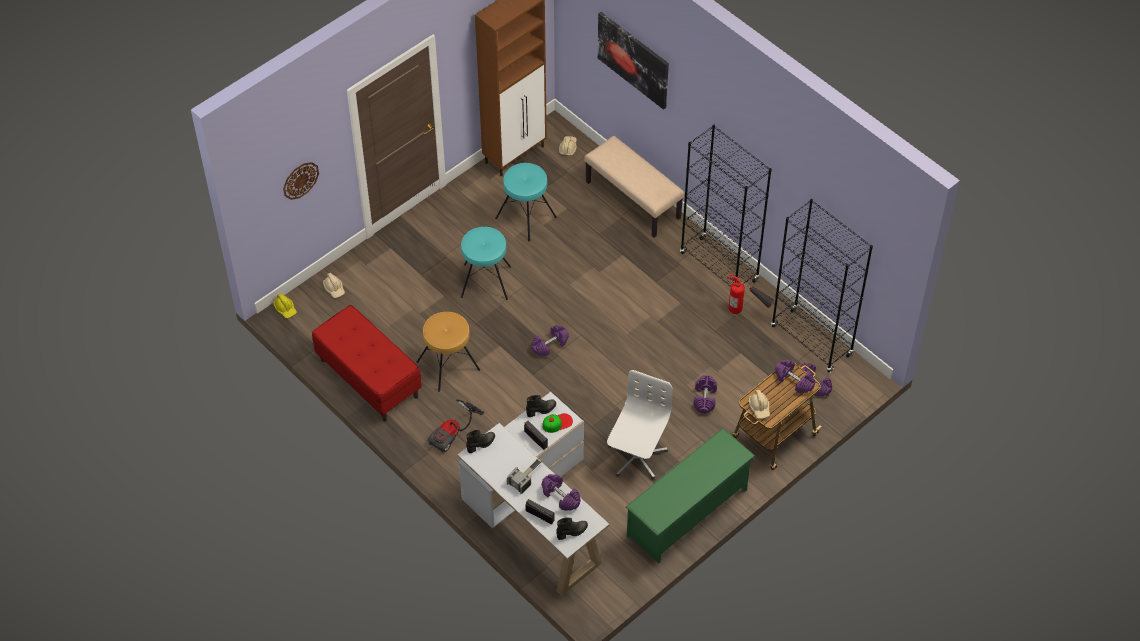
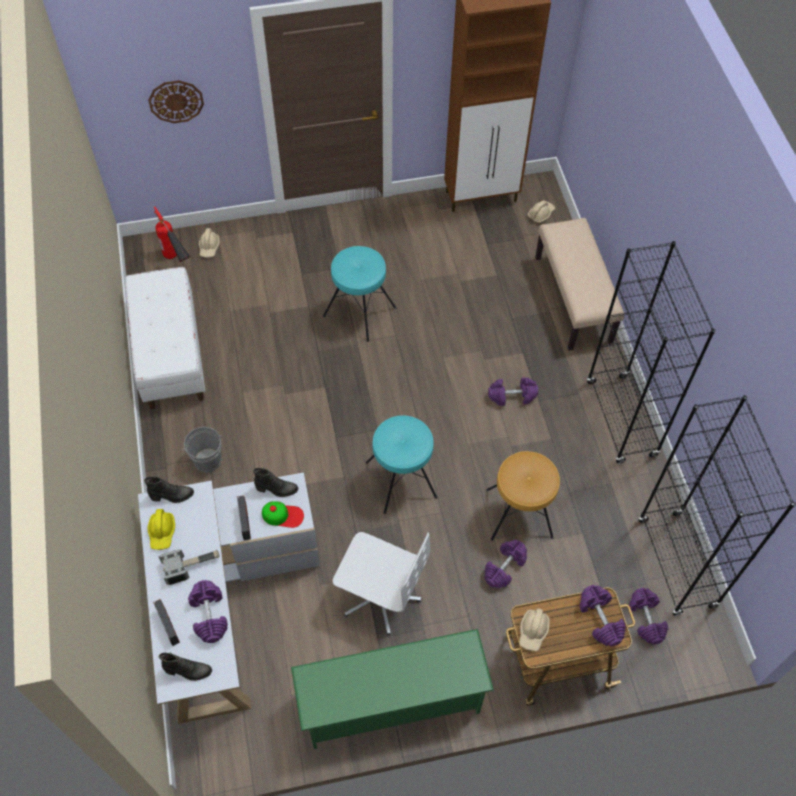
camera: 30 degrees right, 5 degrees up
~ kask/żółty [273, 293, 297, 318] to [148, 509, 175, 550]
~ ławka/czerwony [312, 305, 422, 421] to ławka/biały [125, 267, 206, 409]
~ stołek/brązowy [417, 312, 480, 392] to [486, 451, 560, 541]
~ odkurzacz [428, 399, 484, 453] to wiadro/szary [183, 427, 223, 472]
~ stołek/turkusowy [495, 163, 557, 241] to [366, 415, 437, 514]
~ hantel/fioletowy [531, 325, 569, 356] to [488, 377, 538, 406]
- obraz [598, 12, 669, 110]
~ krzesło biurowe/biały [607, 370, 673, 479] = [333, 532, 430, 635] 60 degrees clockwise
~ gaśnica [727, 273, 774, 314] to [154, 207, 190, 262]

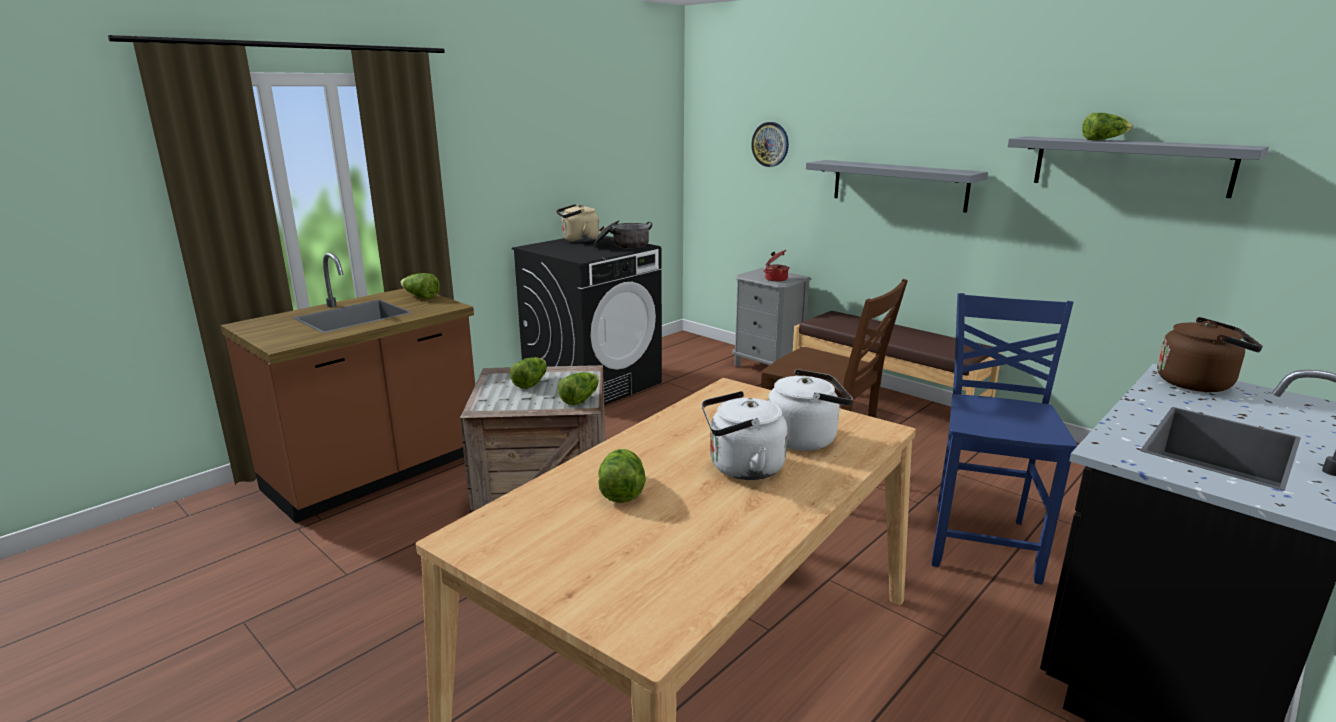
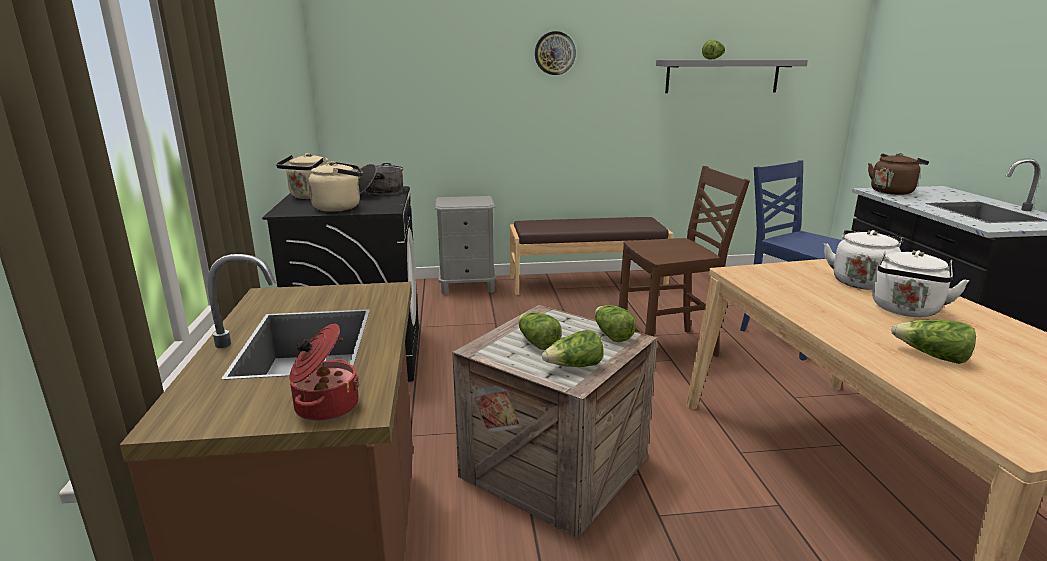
camera: 50 degrees left, 0 degrees up
~ sałata [400, 273, 440, 299] to [542, 330, 604, 367]
~ zegar ścienny [751, 122, 789, 167] to [535, 31, 576, 75]
~ garnek [763, 250, 790, 282] to [289, 323, 360, 421]
- półka/szary [806, 160, 988, 213]
+ czajnik/beżowy [308, 161, 363, 212]

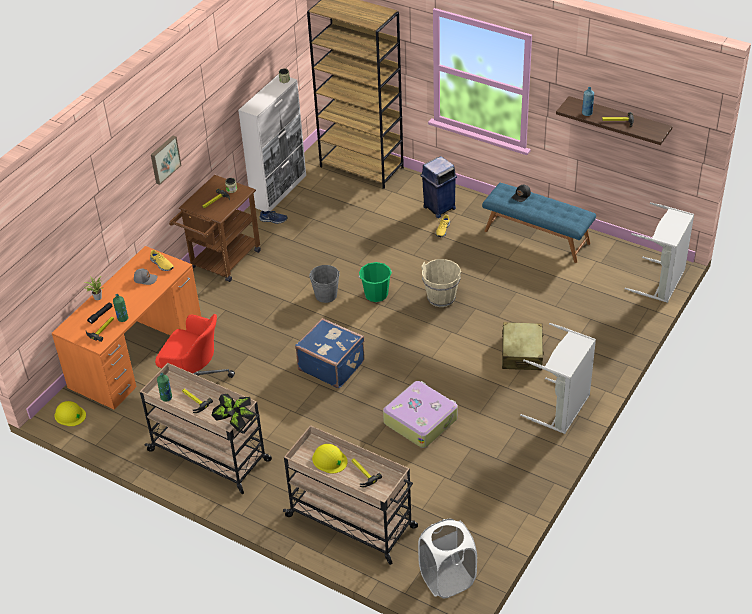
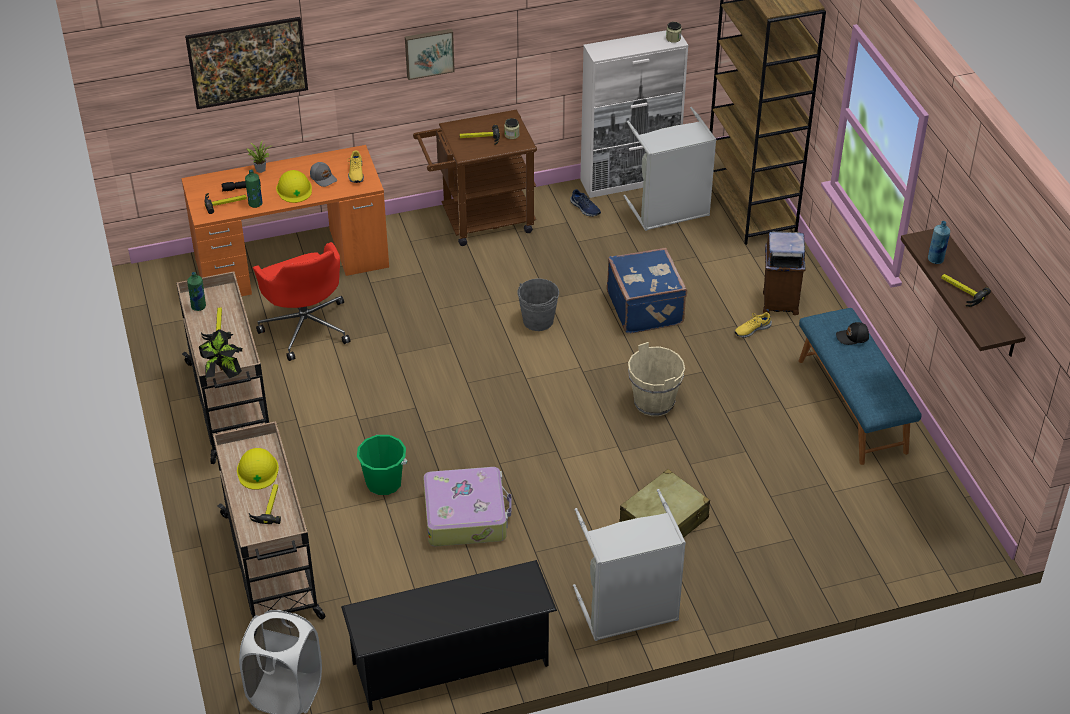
camera: 40 degrees right, 0 degrees up
~ kask/żółty [55, 401, 86, 426] to [276, 170, 312, 203]
~ walizka/niebieski [295, 318, 365, 389] to [607, 248, 687, 334]
~ wiadro/zielony [358, 262, 392, 302] to [357, 435, 407, 495]
~ kosz na śmieci/niebieski [420, 156, 457, 218] to kosz na śmieci/brązowy [763, 231, 805, 315]
~ kosz na pranie/szary [625, 202, 694, 303] to [624, 107, 717, 231]
+ obraz [185, 17, 308, 109]
+ regał na buty/czarny [341, 560, 557, 711]

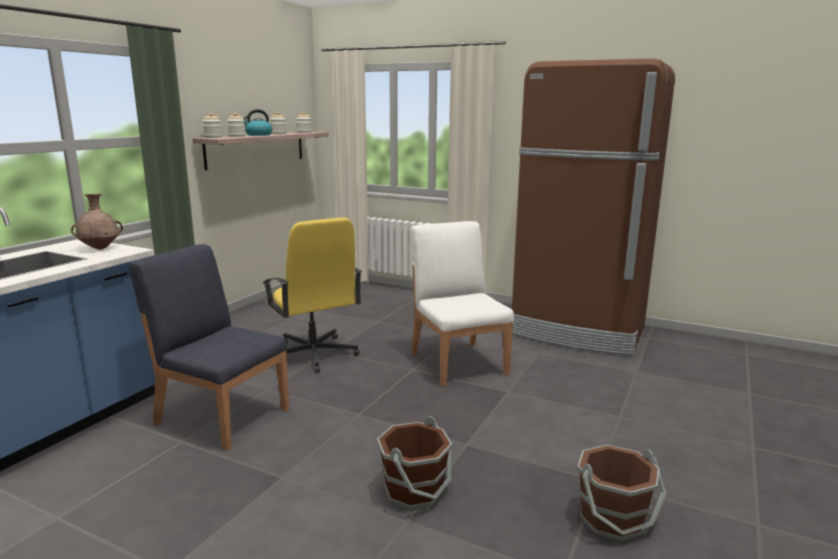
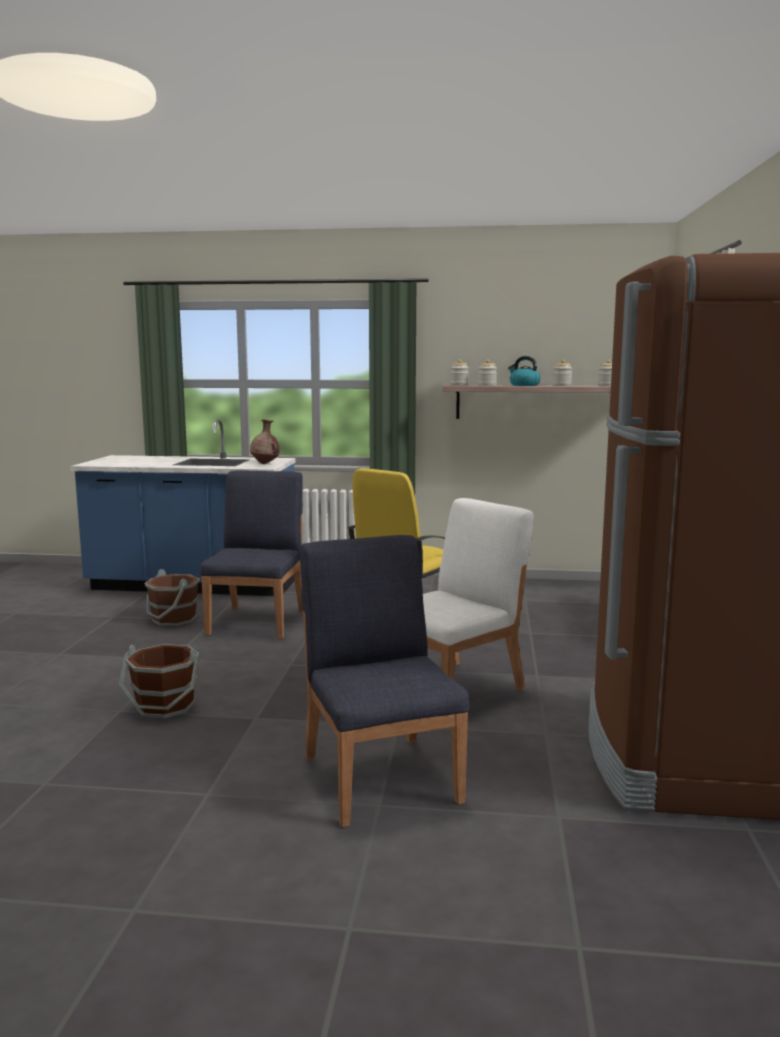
camera: 70 degrees right, 5 degrees down
~ wiadro/brązowy [577, 445, 666, 541] to [144, 569, 200, 626]
+ krzesło/niebieski [300, 535, 469, 828]

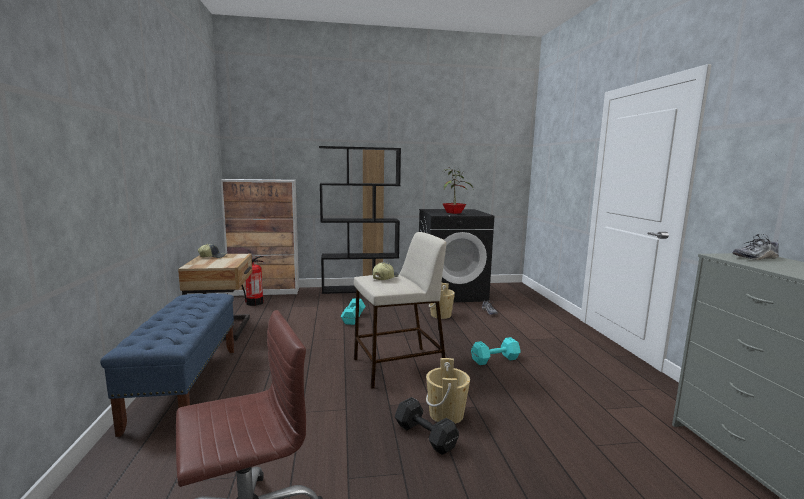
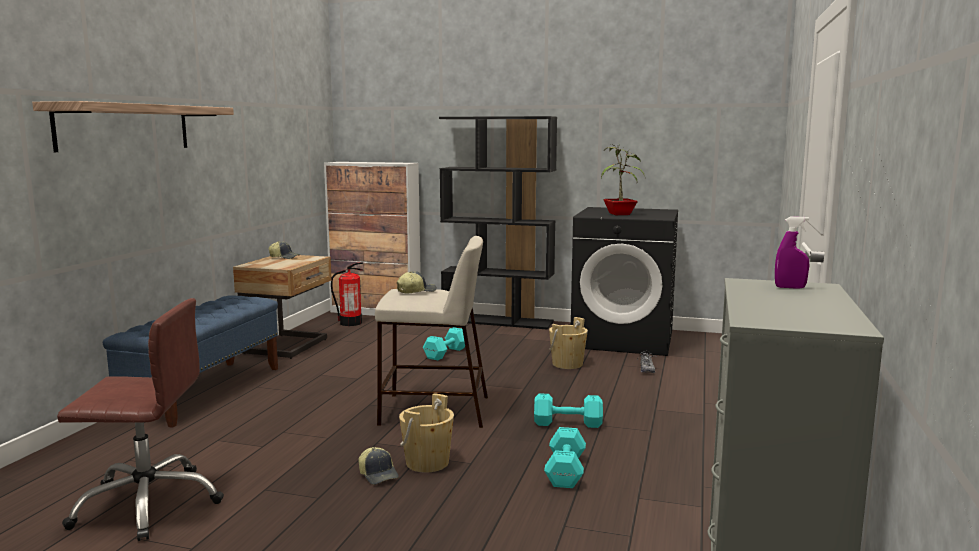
camera: 25 degrees right, 0 degrees up
~ hantel/czarny [395, 397, 459, 455] to czapka z daszkiem [358, 447, 399, 485]
~ but [733, 234, 779, 260] to spryskiwacz/fioletowy [775, 217, 809, 289]
+ półka [32, 101, 234, 152]
+ hantel/turkusowy [544, 427, 586, 488]

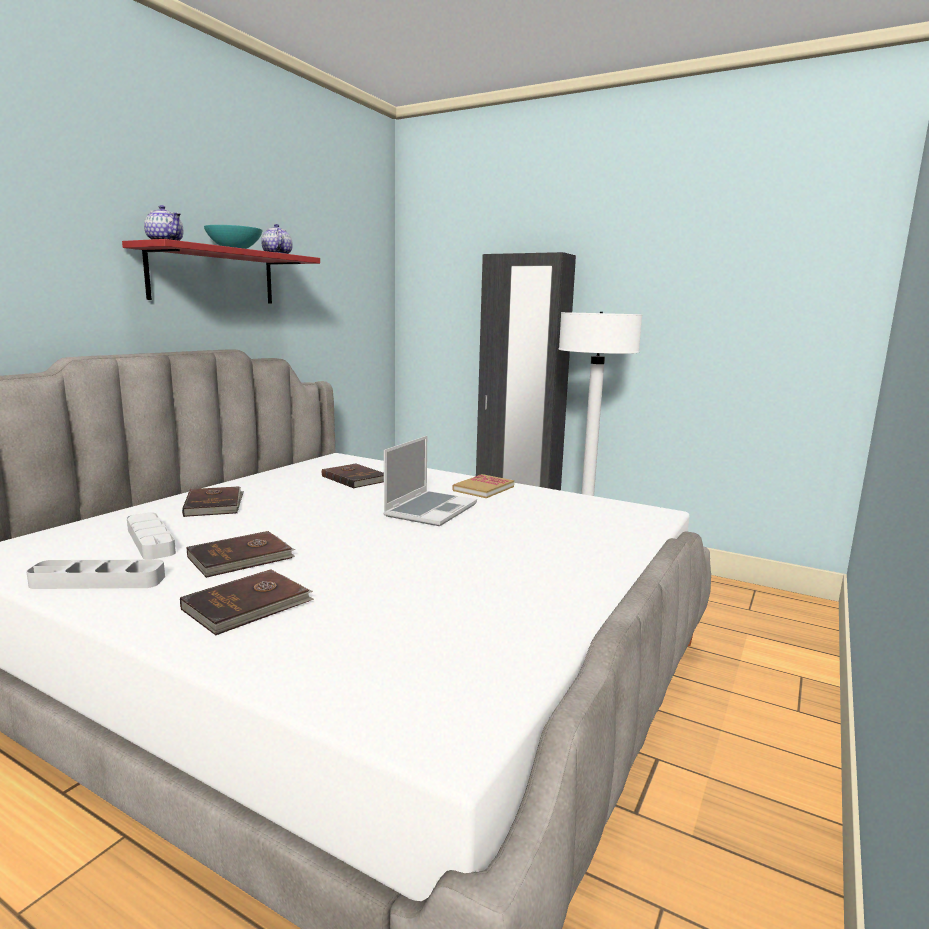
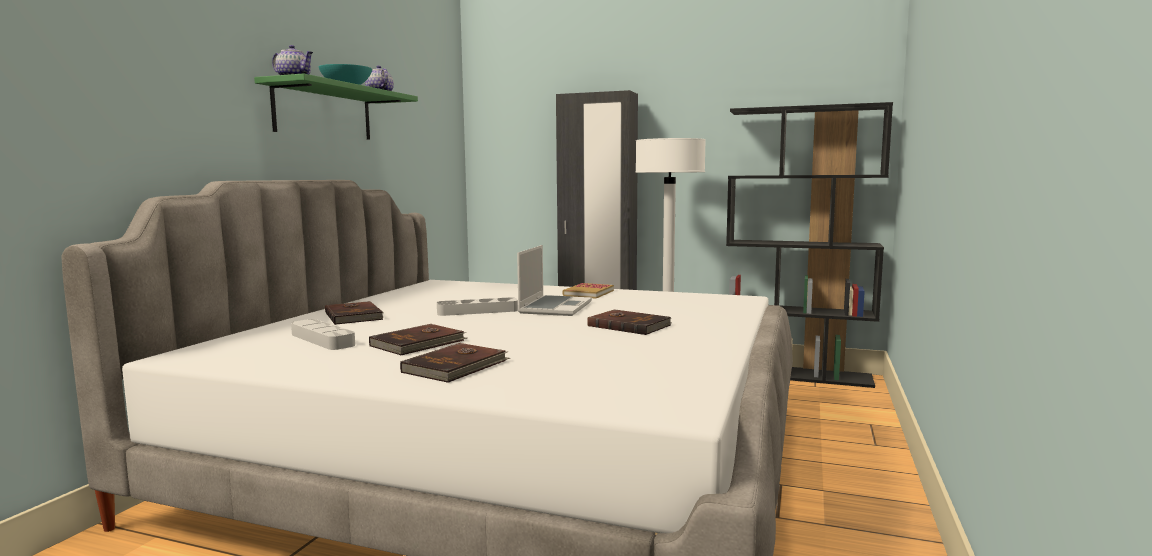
camera: 10 degrees left, 5 degrees down
~ taca/szary [26, 559, 165, 589] to [437, 297, 518, 316]
~ półka/czerwony [122, 239, 320, 304] to półka/zielony [254, 74, 418, 140]
~ książka/brązowy [322, 464, 384, 488] to [587, 309, 671, 335]
+ regał/czarny [726, 102, 893, 388]

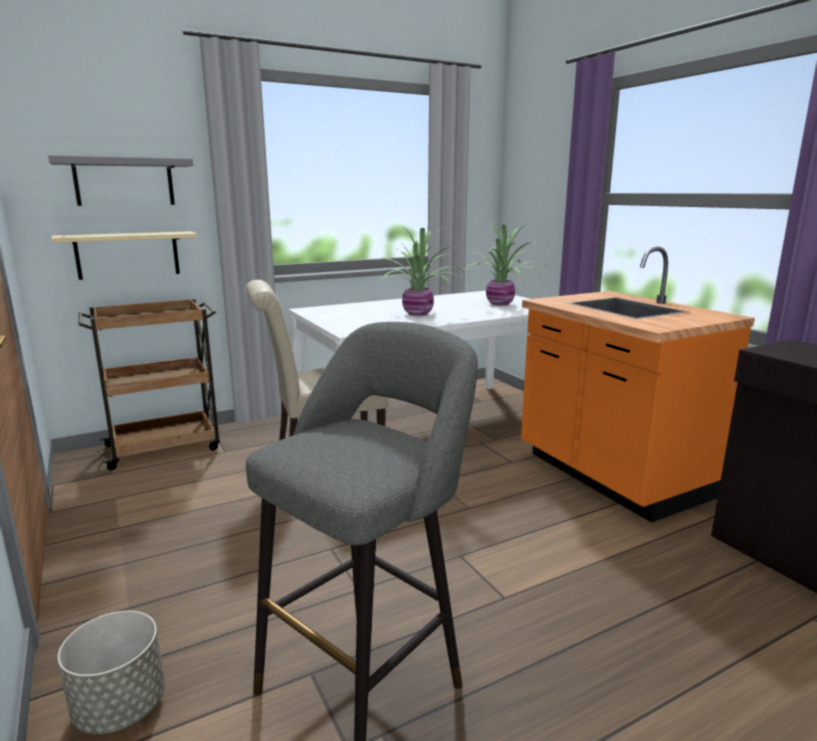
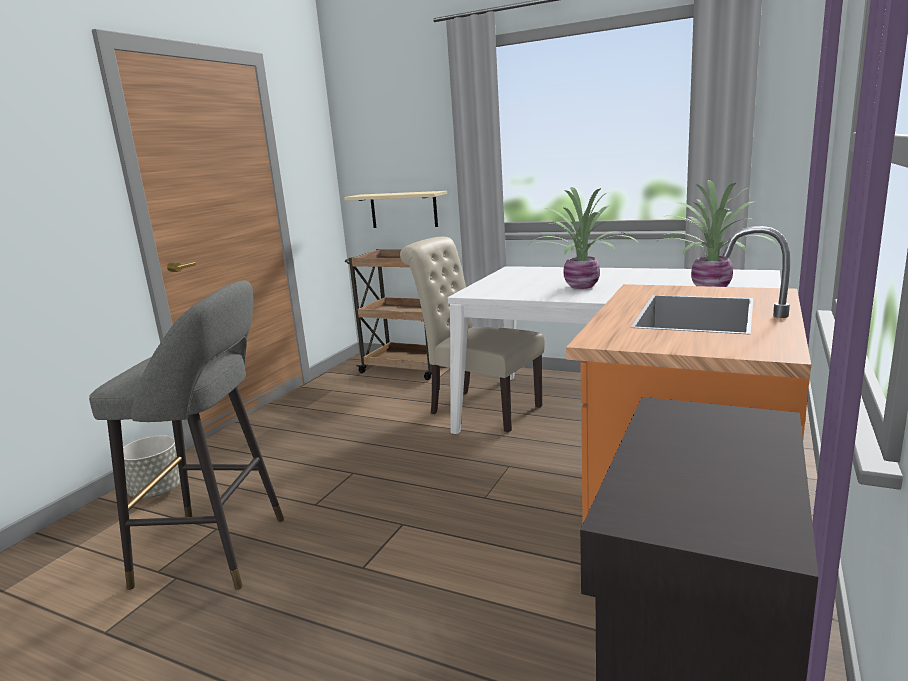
camera: 55 degrees right, 0 degrees up
- półka/szary [48, 155, 193, 206]

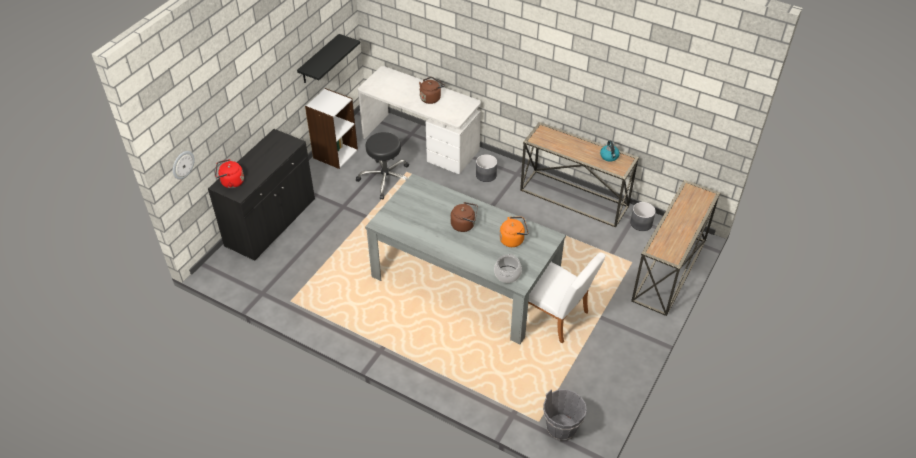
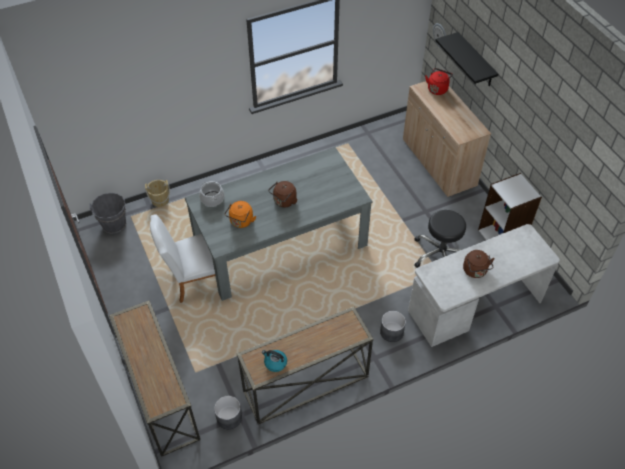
camera: 125 degrees right, 5 degrees up
~ szafka/czarny [208, 129, 315, 261] to szafka/beżowy [403, 81, 491, 197]
~ półka/czarny [297, 34, 360, 83] to [436, 32, 498, 86]
+ wiadro/beżowy [145, 180, 170, 207]

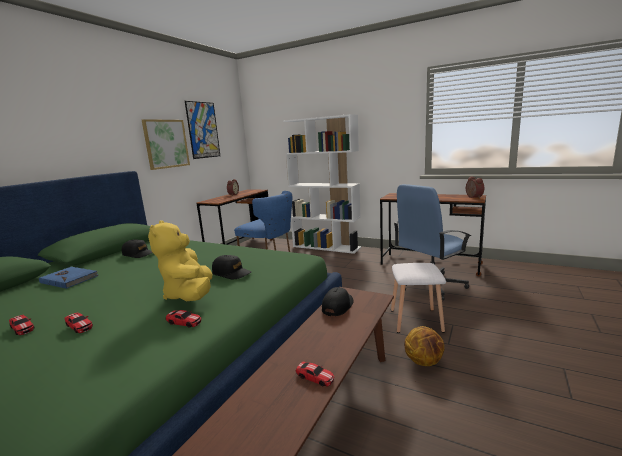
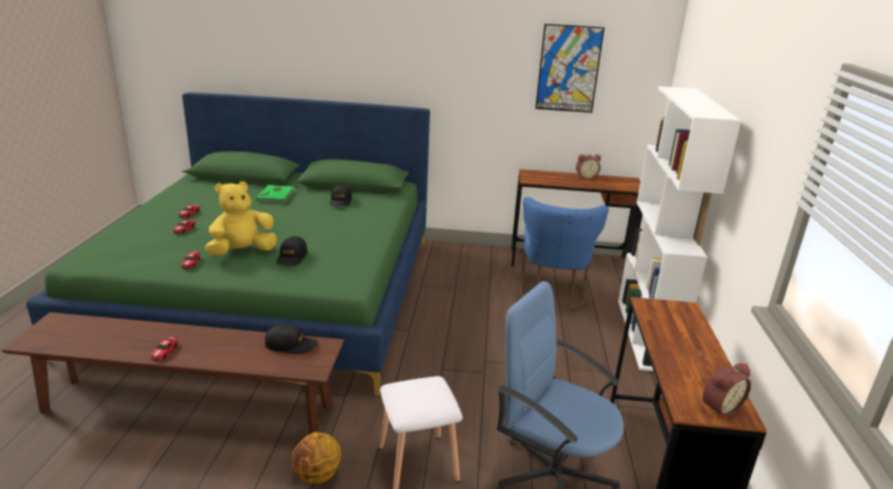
camera: 65 degrees right, 10 degrees up
~ książka/niebieski [39, 267, 99, 289] to książka/zielony [256, 185, 296, 204]
- obraz [142, 119, 190, 170]

